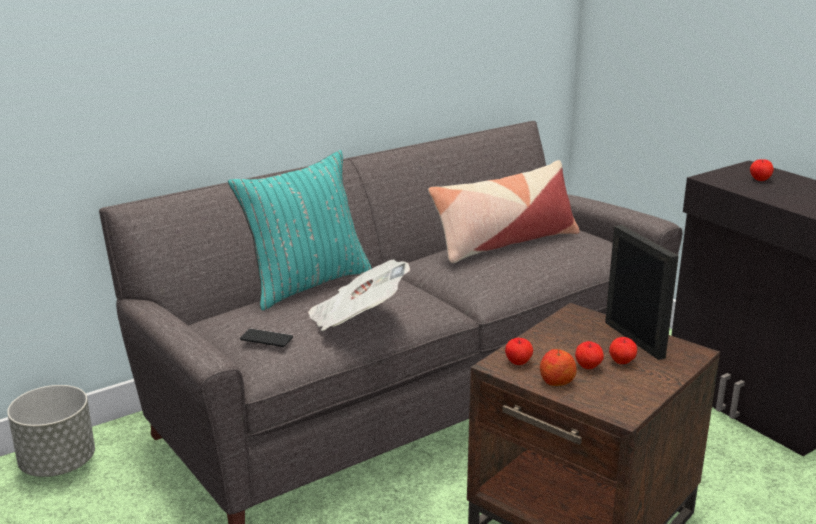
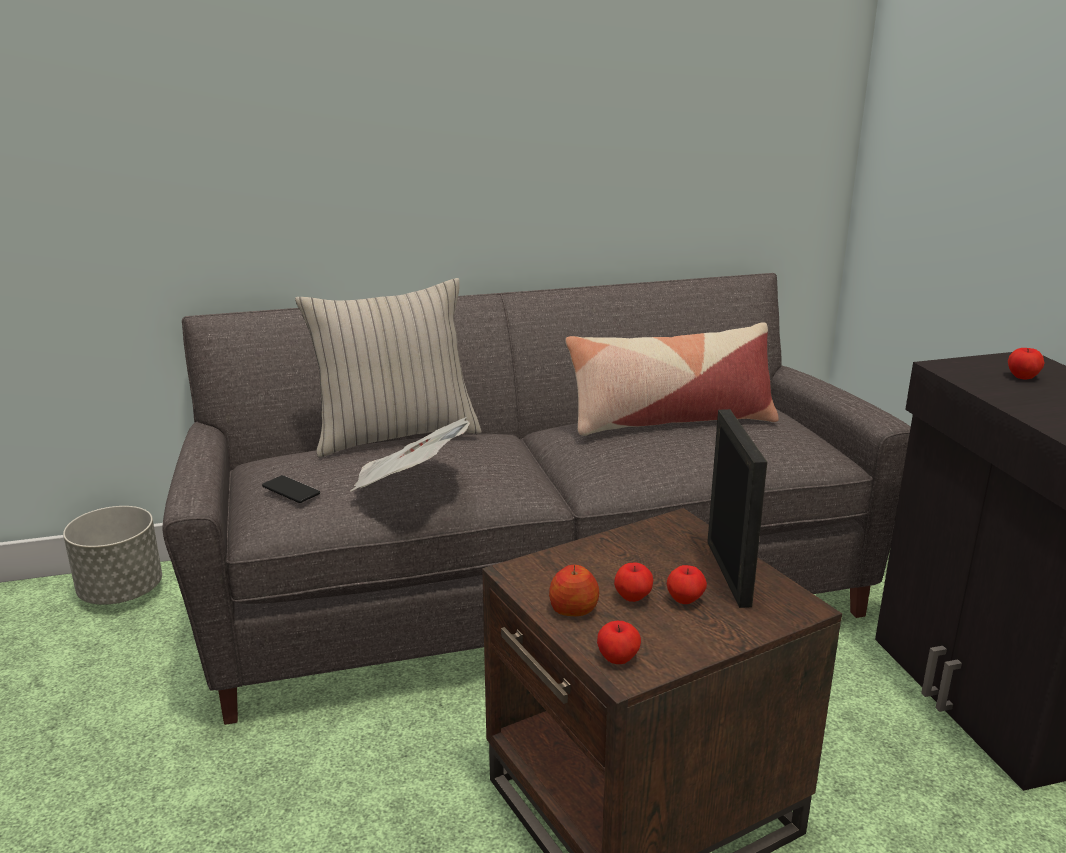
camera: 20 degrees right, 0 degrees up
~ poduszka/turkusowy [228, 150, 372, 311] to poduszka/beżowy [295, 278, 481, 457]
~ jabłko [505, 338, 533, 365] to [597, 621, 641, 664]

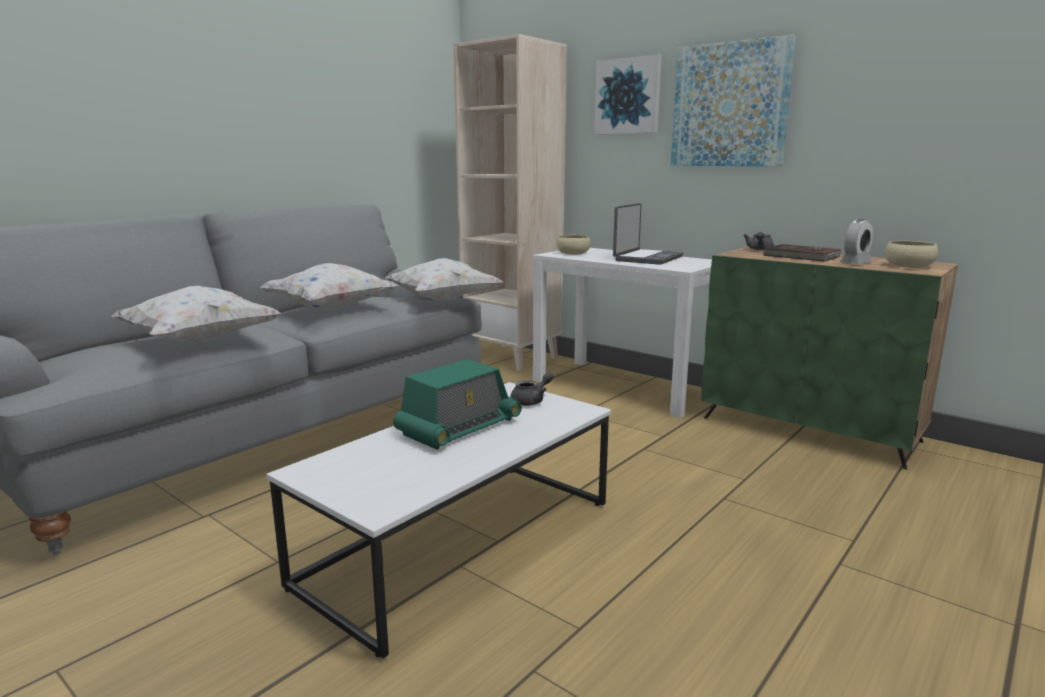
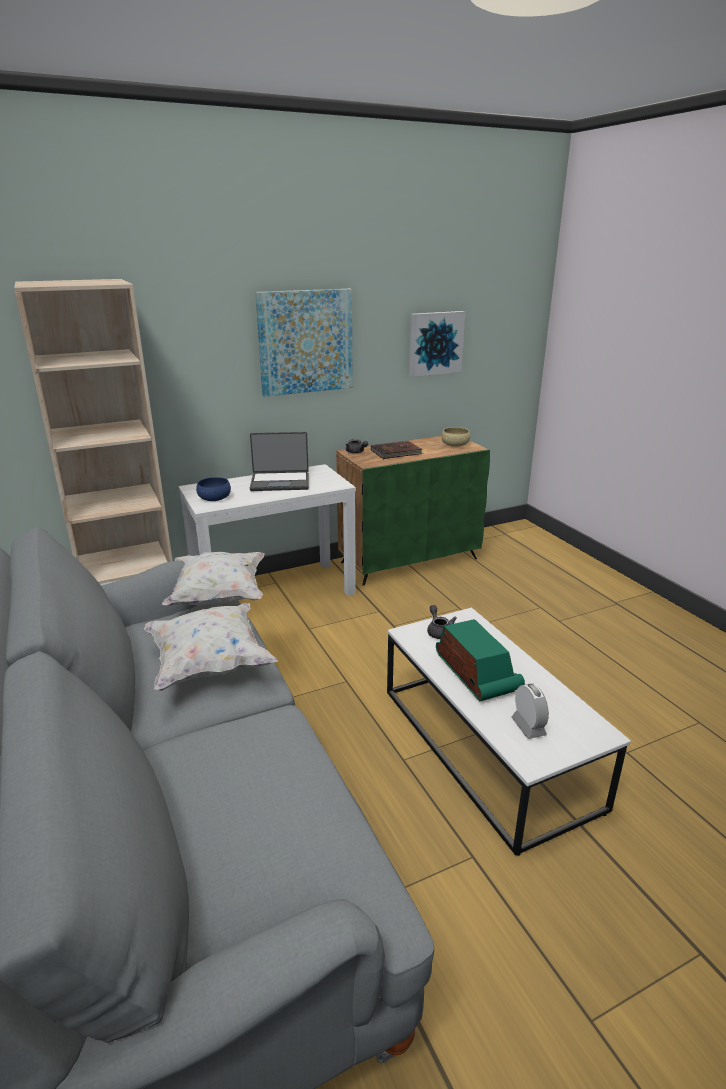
camera: 65 degrees left, 10 degrees up
- poduszka/biały [111, 286, 282, 342]
~ miska/beżowy [556, 235, 591, 255] to miska/niebieski [196, 477, 231, 501]
~ obraz [594, 55, 662, 135] to [409, 311, 465, 377]
~ laptop [613, 203, 683, 265] = [250, 432, 309, 491] 120 degrees clockwise
~ budzik [840, 219, 873, 264] to [512, 683, 549, 739]

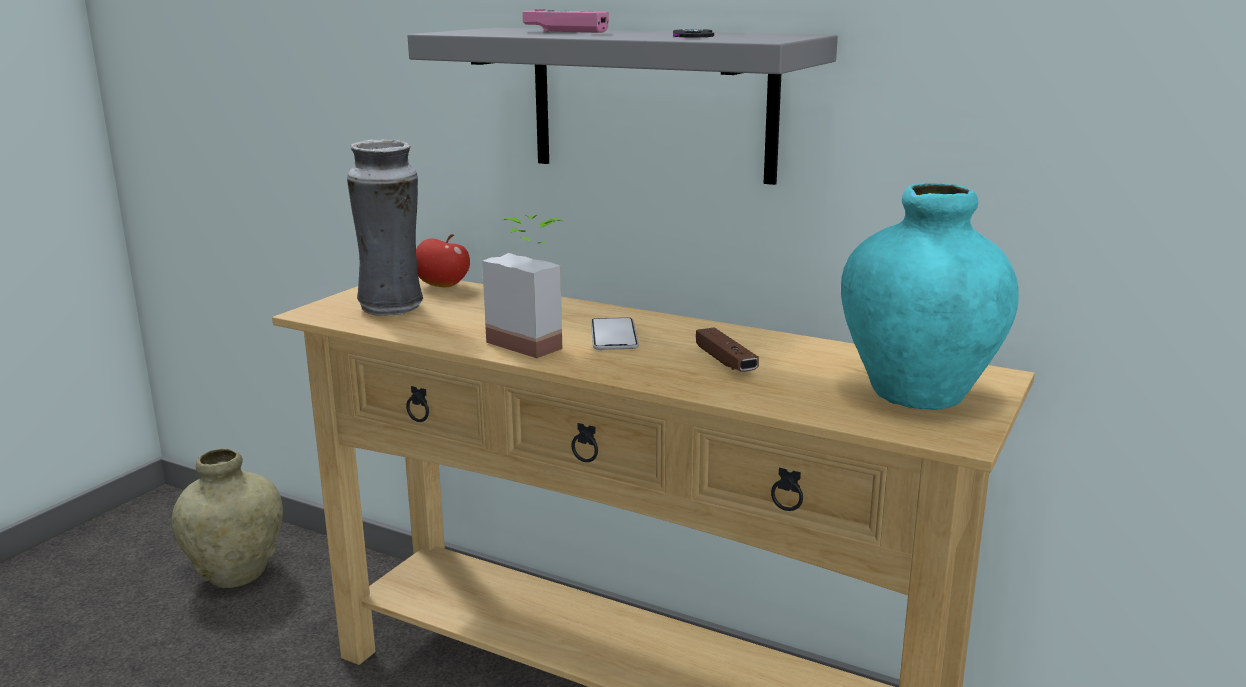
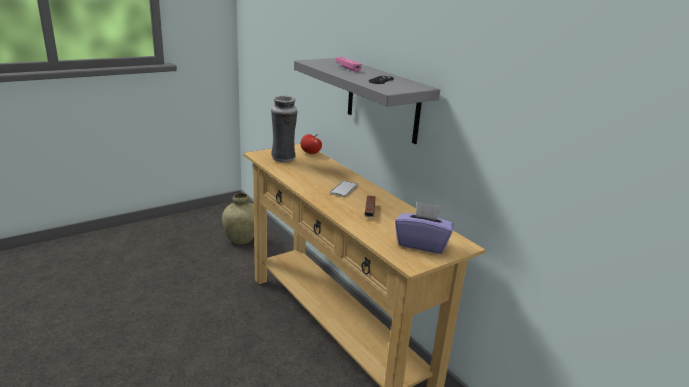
camera: 25 degrees right, 5 degrees up
- roślina doniczkowa [482, 215, 563, 358]
~ wazon/turkusowy [841, 183, 1019, 410] to pudełko chusteczek/fioletowy [395, 201, 454, 254]

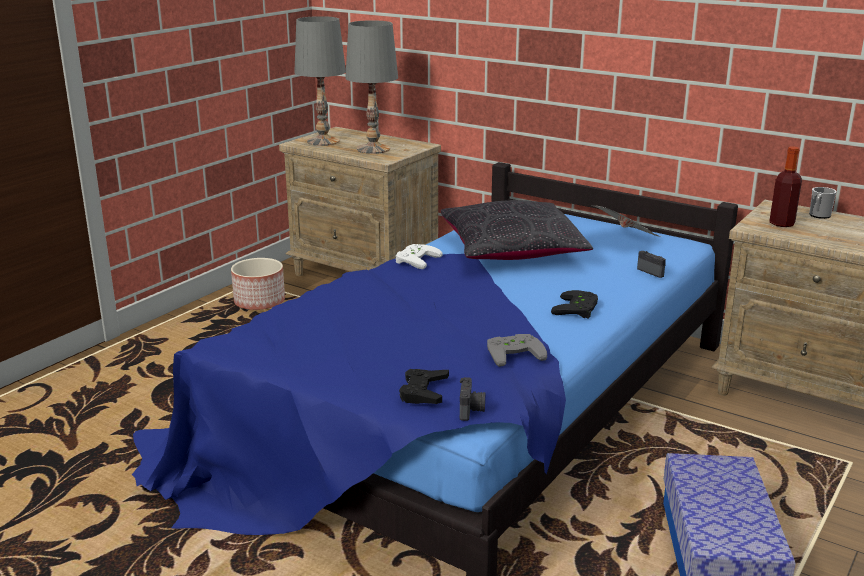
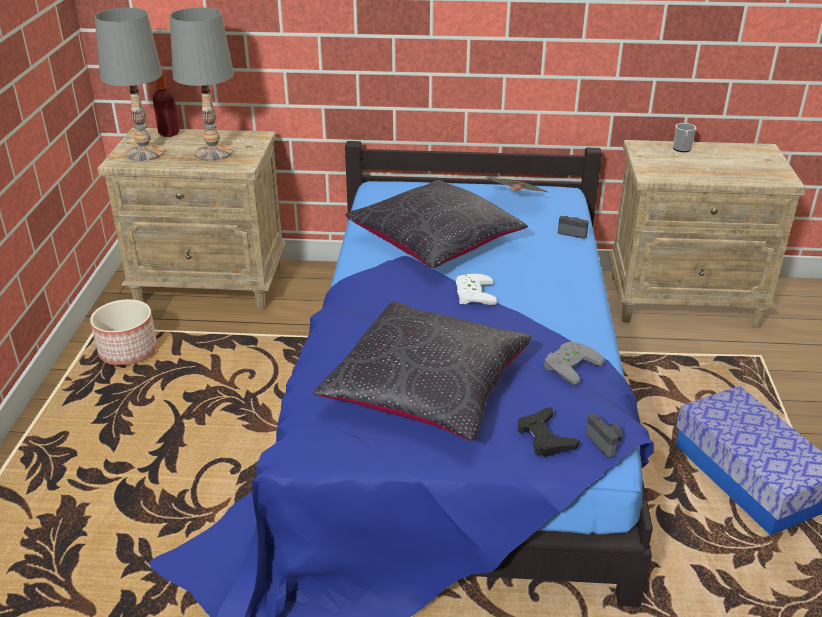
camera: 30 degrees left, 10 degrees up
~ pad do gier/biały [396, 244, 443, 269] to [456, 274, 497, 305]
- pad do gier/czarny [551, 290, 598, 318]
~ butelka [769, 146, 802, 227] to [153, 68, 179, 137]
+ poduszka/czarny [313, 301, 531, 441]

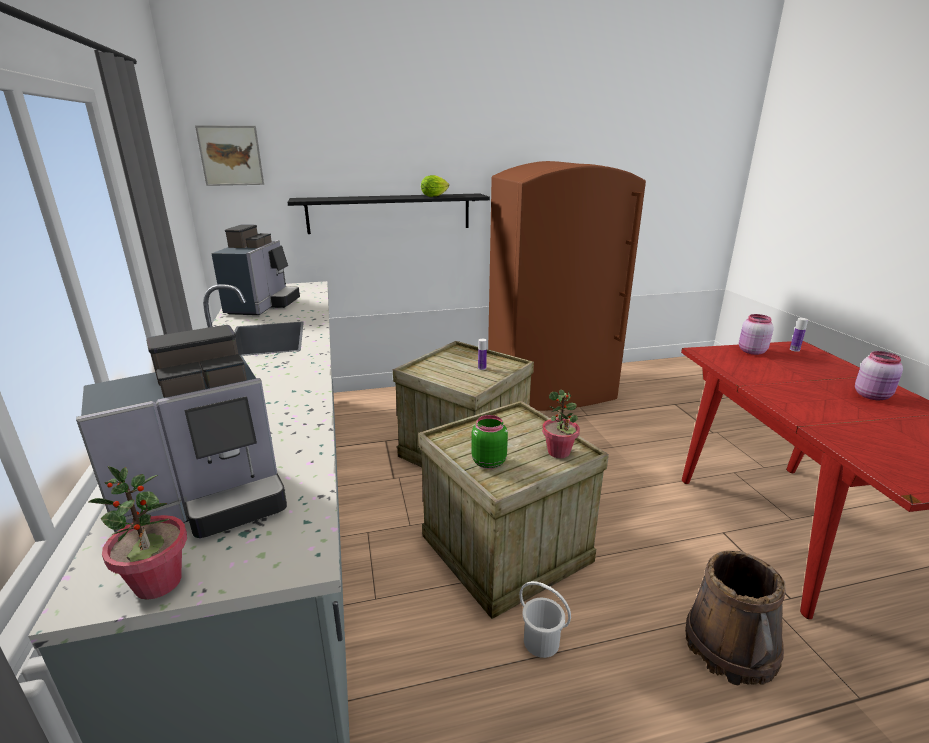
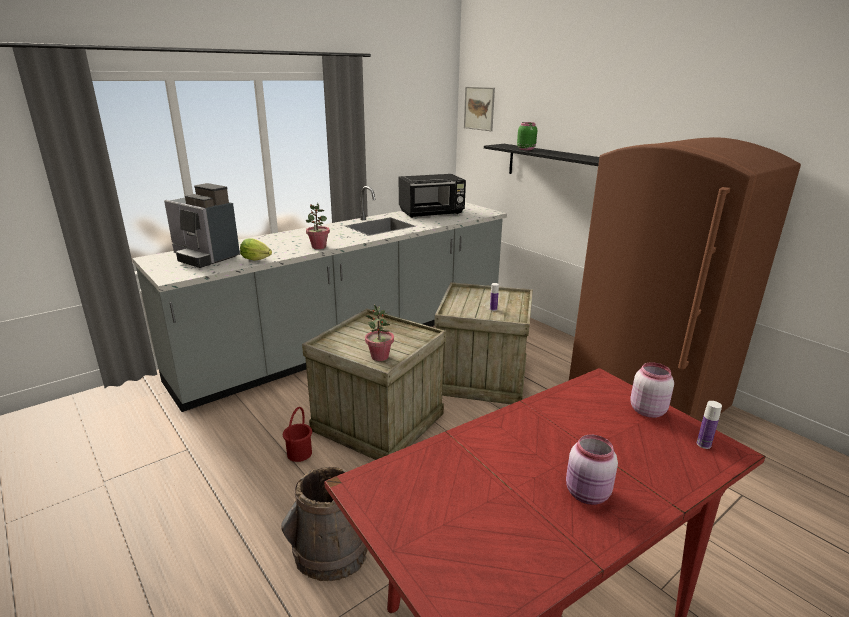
camera: 65 degrees right, 0 degrees up
~ roślina doniczkowa [89, 466, 187, 600] to [306, 203, 330, 249]
~ ekspres do kawy [211, 224, 300, 315] to mikrofalówka/czarny [399, 174, 466, 218]
~ sałata [421, 175, 449, 197] to [240, 238, 272, 261]
~ słoik/zielony [471, 415, 508, 469] to [517, 122, 537, 150]
~ wiadro/biały [519, 581, 571, 658] to wiadro/czerwony [283, 407, 312, 462]

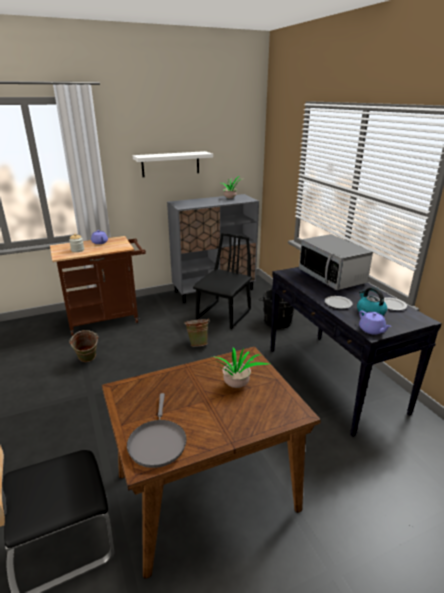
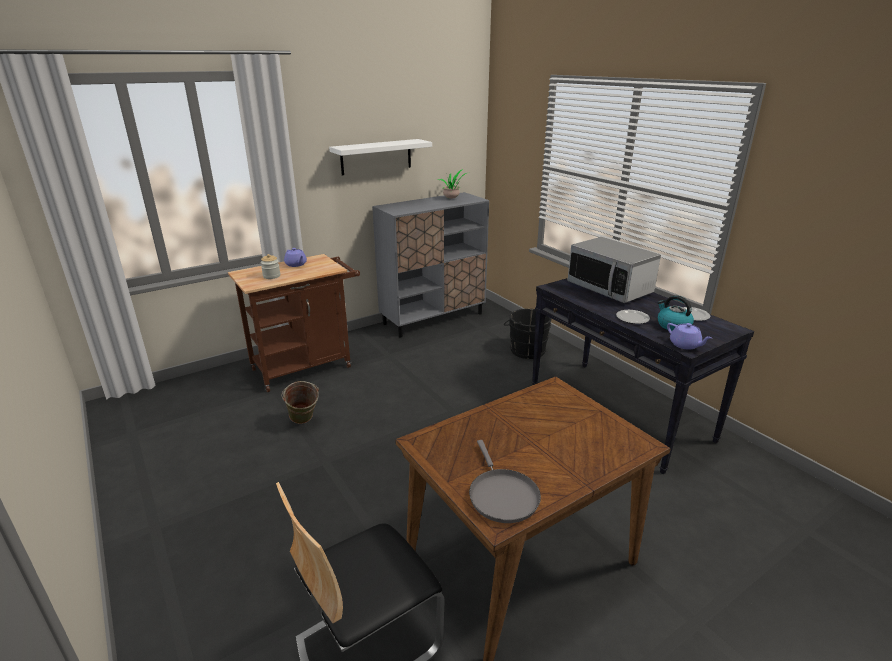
camera: 10 degrees left, 0 degrees up
- wiadro/zielony [184, 318, 210, 347]
- krzesło/czarny [193, 233, 252, 329]
- roślina doniczkowa [212, 348, 269, 388]

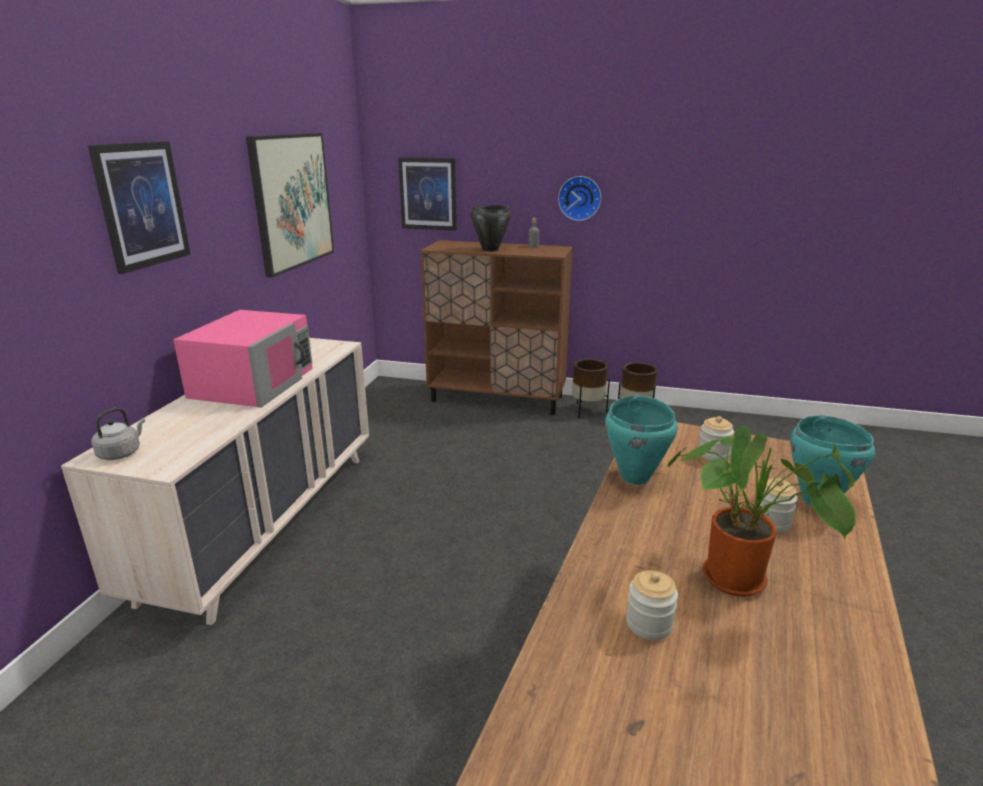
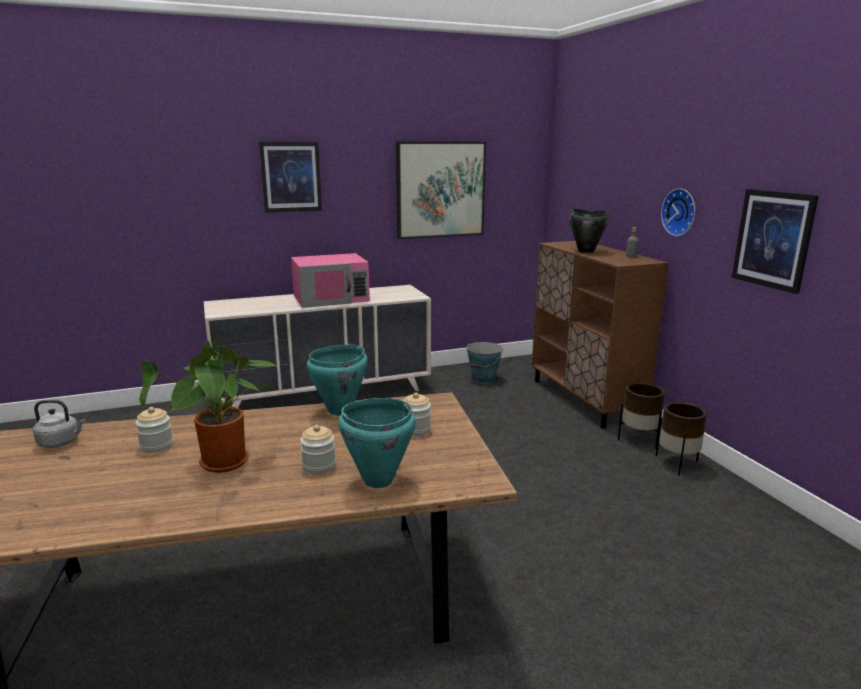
camera: 55 degrees right, 5 degrees down
~ czajnik/szary [91, 407, 145, 460] to [33, 400, 86, 448]
~ obraz [398, 157, 457, 231] to [732, 189, 819, 294]
+ wiadro [465, 342, 503, 384]

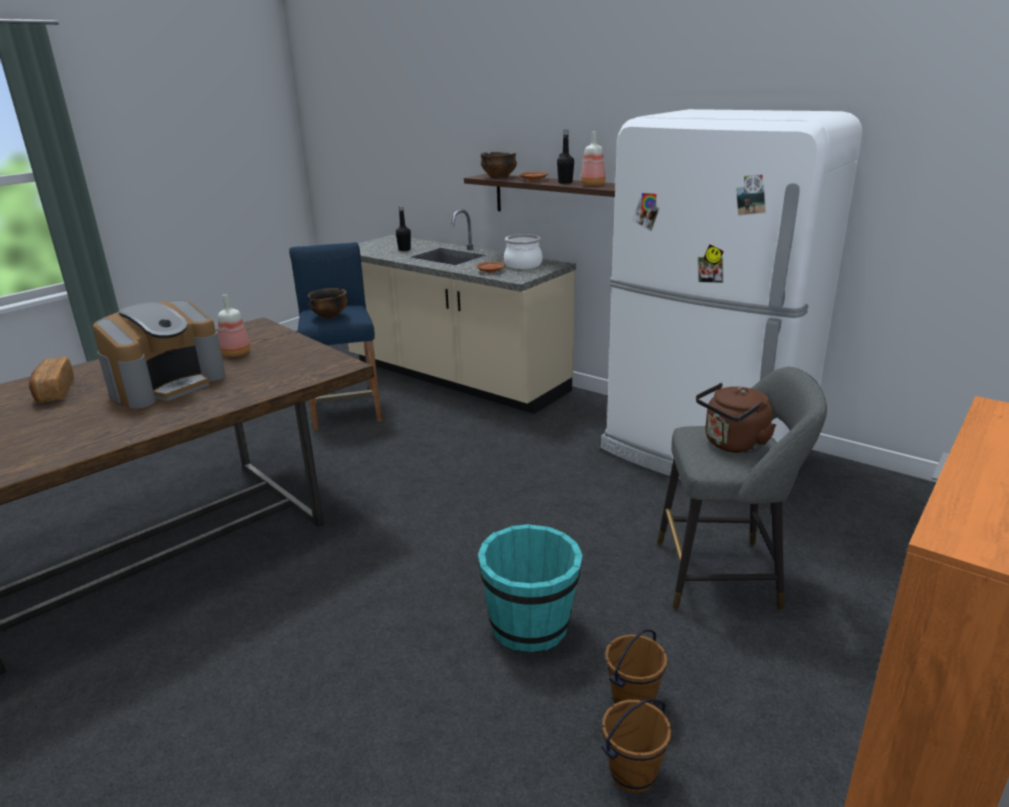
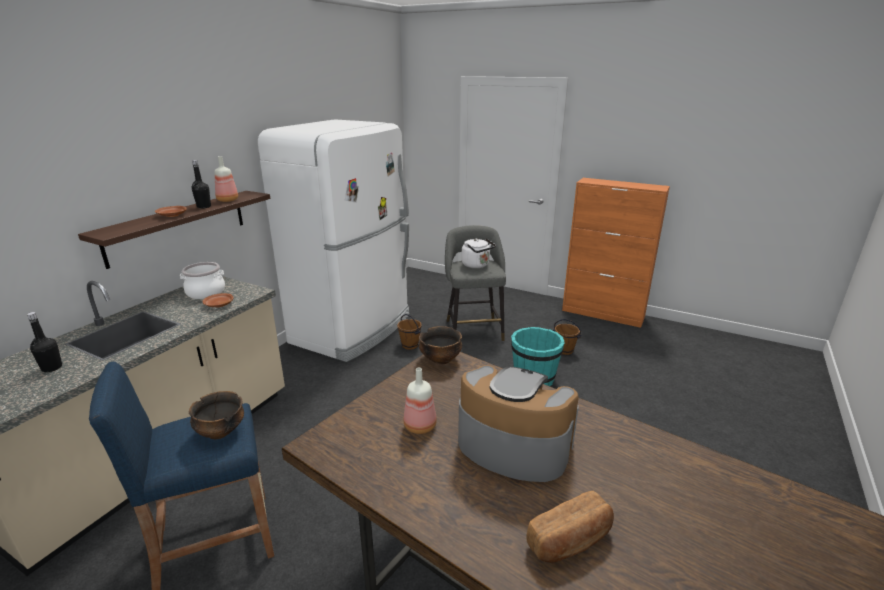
camera: 100 degrees left, 0 degrees up
~ miska [480, 152, 517, 179] to [419, 326, 462, 364]
~ wiadro/brązowy [601, 698, 672, 793] to [397, 314, 422, 350]
~ czajnik/brązowy [696, 383, 776, 453] to czajnik/biały [462, 238, 496, 268]

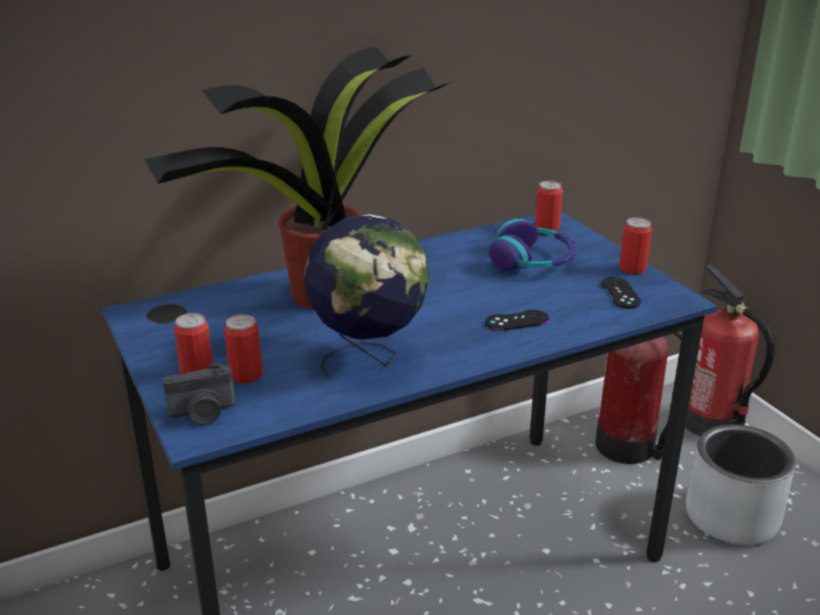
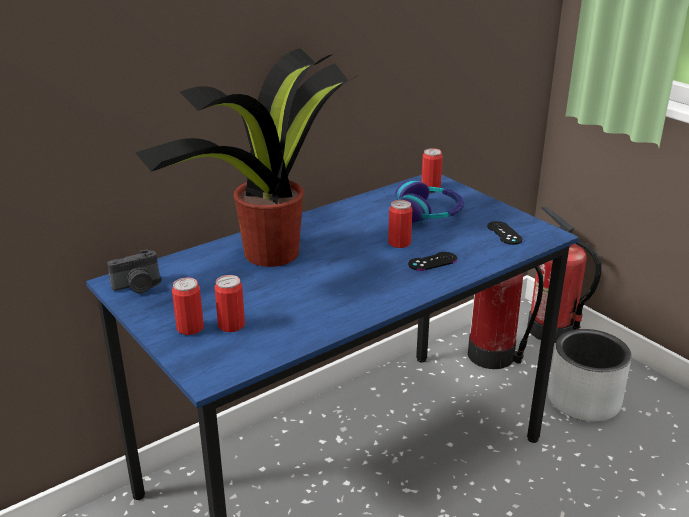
camera: 10 degrees left, 0 degrees up
~ aparat fotograficzny [162, 363, 235, 425] to [107, 249, 160, 293]
- globus [303, 214, 429, 379]
~ puszka [619, 217, 652, 274] to [388, 200, 412, 248]

